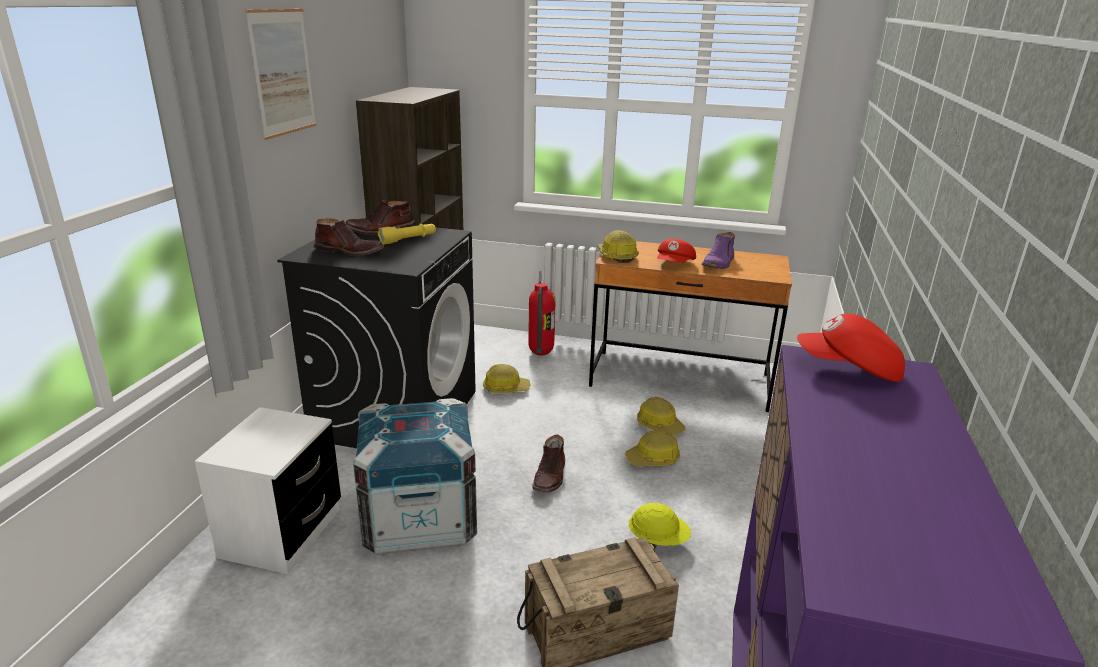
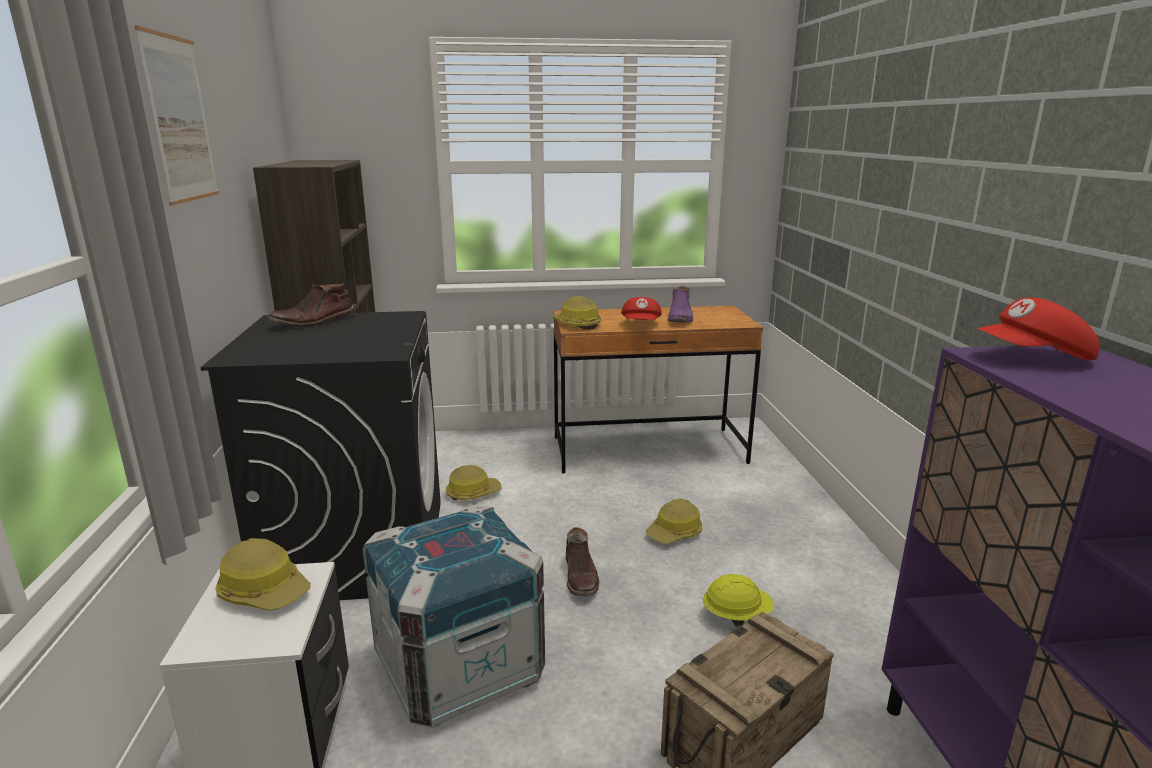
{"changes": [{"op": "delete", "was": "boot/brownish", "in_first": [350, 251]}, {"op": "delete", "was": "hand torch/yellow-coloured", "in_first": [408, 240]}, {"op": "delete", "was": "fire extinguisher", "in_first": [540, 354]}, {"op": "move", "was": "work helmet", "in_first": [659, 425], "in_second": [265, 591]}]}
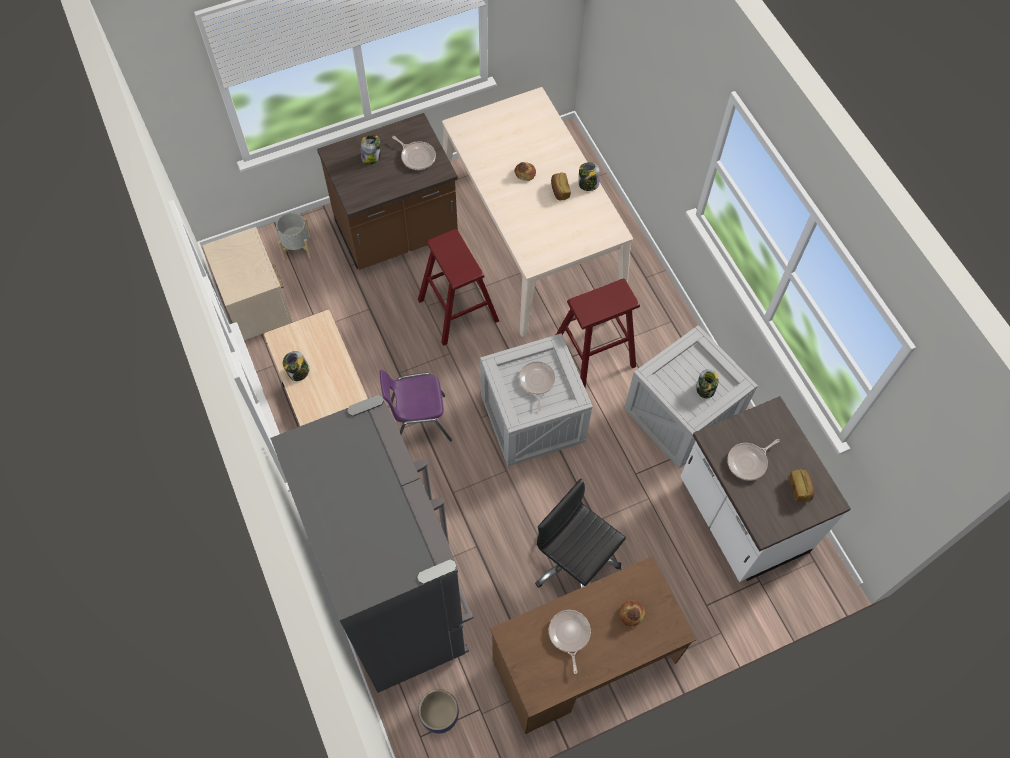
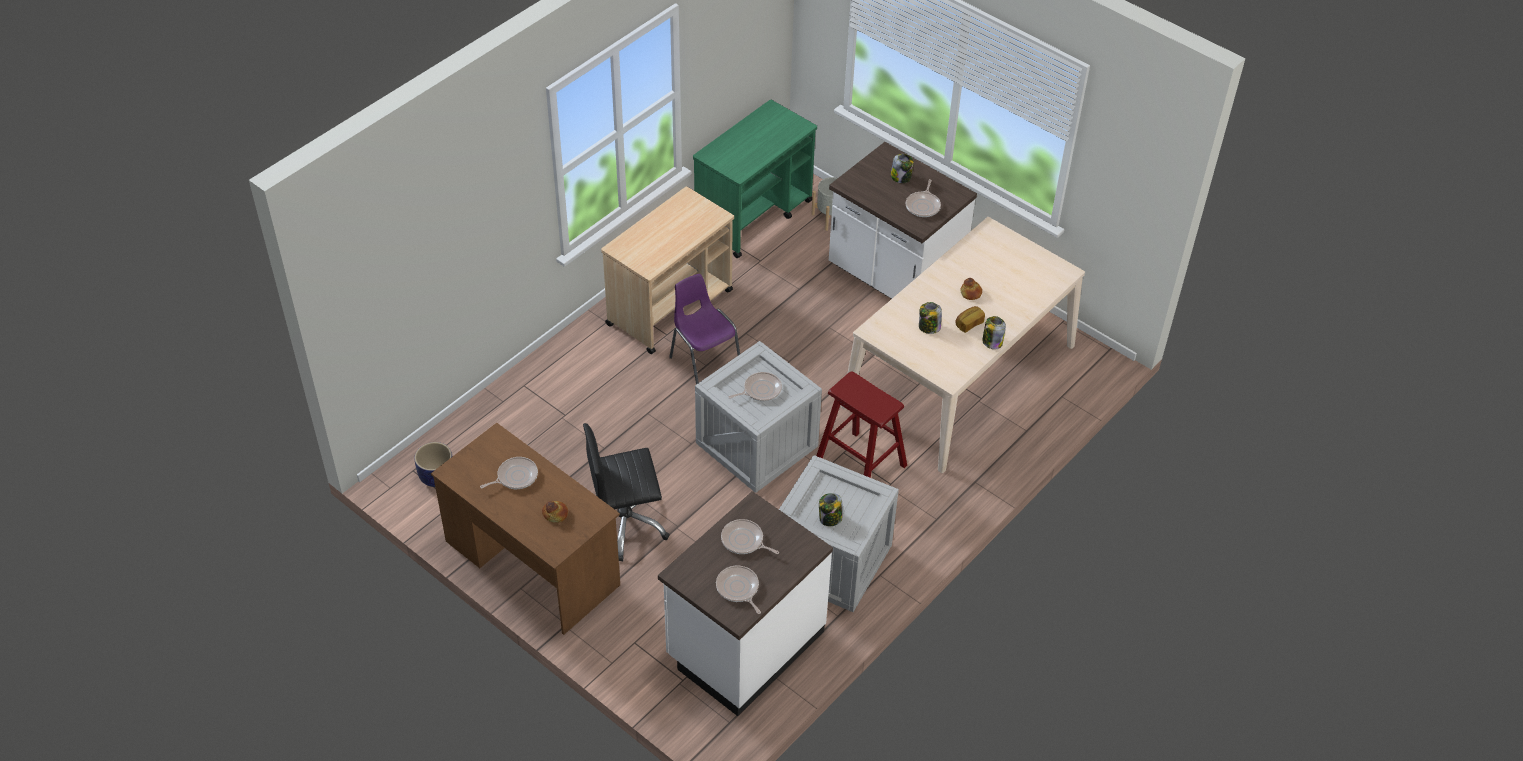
{"changes": [{"op": "replace", "was": "bedside table/beige", "now": "cart/greenish", "in_first": [258, 305], "in_second": [754, 216]}, {"op": "delete", "was": "refrigerator/gray", "in_first": [398, 599]}, {"op": "move", "was": "storage jar", "in_first": [298, 372], "in_second": [929, 327]}, {"op": "recolor", "was": "counter/brownish", "now": "counter/whitish", "in_first": [396, 233], "in_second": [893, 277]}, {"op": "delete", "was": "stool/red-coloured", "in_first": [458, 310]}, {"op": "rotate", "was": "office chair/black", "in_first": [574, 563], "in_second": [625, 524], "clockwise": -120}, {"op": "replace", "was": "baked bread", "now": "skillet", "in_first": [800, 488], "in_second": [738, 589]}]}
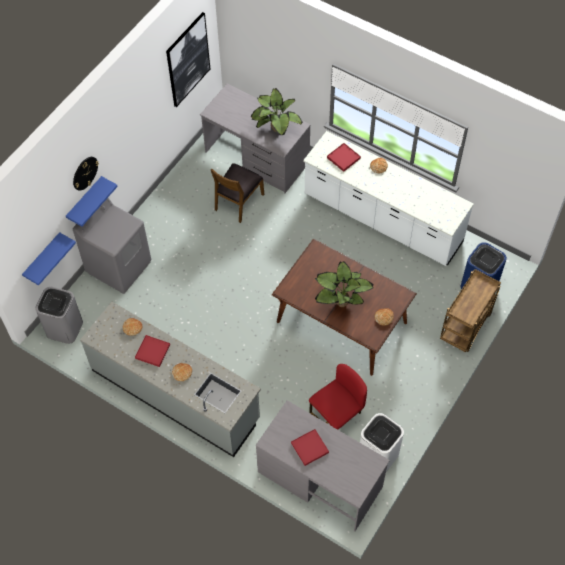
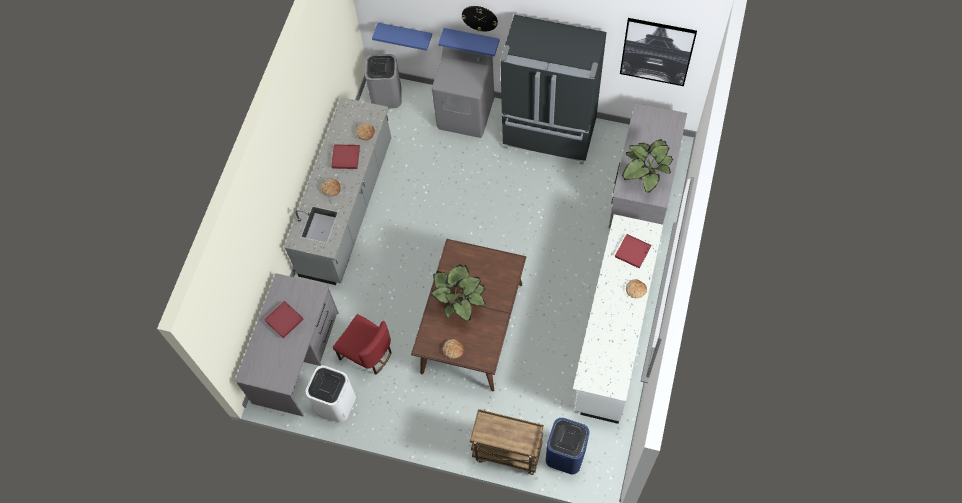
{"changes": [{"op": "delete", "was": "upright chair/brownish", "in_first": [238, 202]}, {"op": "insert", "now": "refrigerator/black", "in_second": [549, 135]}]}
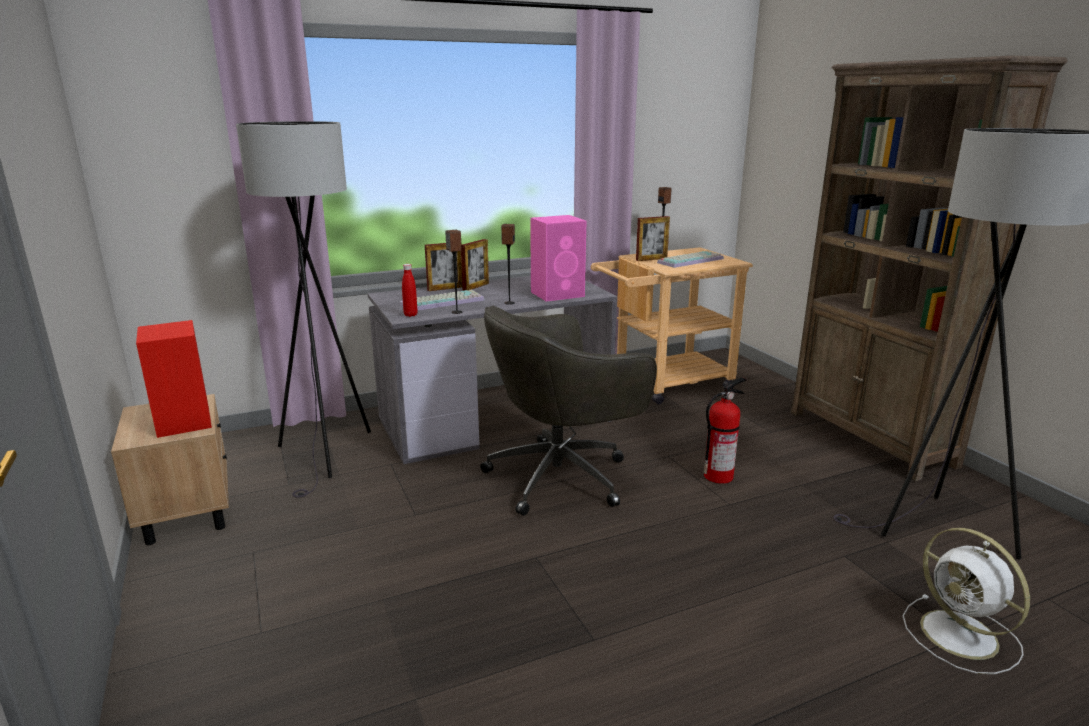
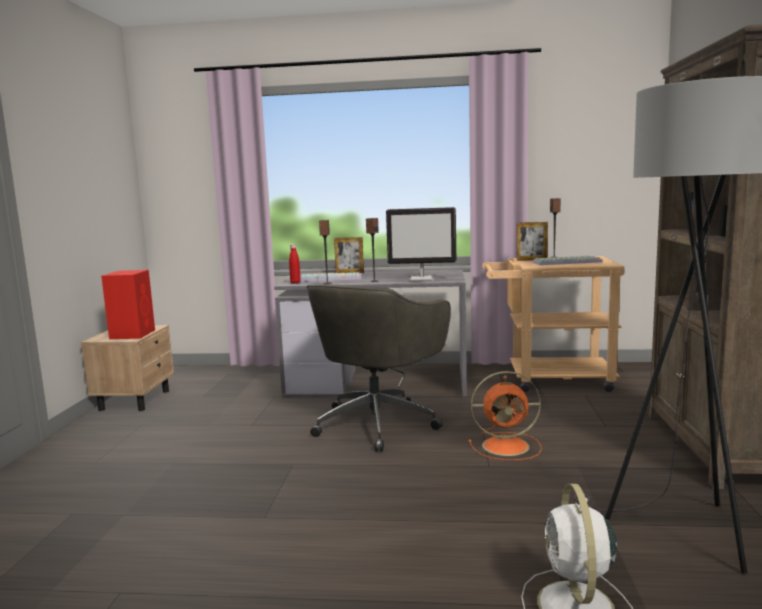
{"changes": [{"op": "delete", "was": "standing lamp/gray", "in_first": [328, 455]}, {"op": "delete", "was": "picture frame", "in_first": [475, 287]}, {"op": "rotate", "was": "office chair/gray", "in_first": [562, 476], "in_second": [378, 423], "clockwise": -60}, {"op": "replace", "was": "speaker/pink", "now": "computer display", "in_first": [558, 294], "in_second": [422, 279]}, {"op": "replace", "was": "fire extinguisher", "now": "fan/orange-coloured", "in_first": [718, 475], "in_second": [507, 446]}]}
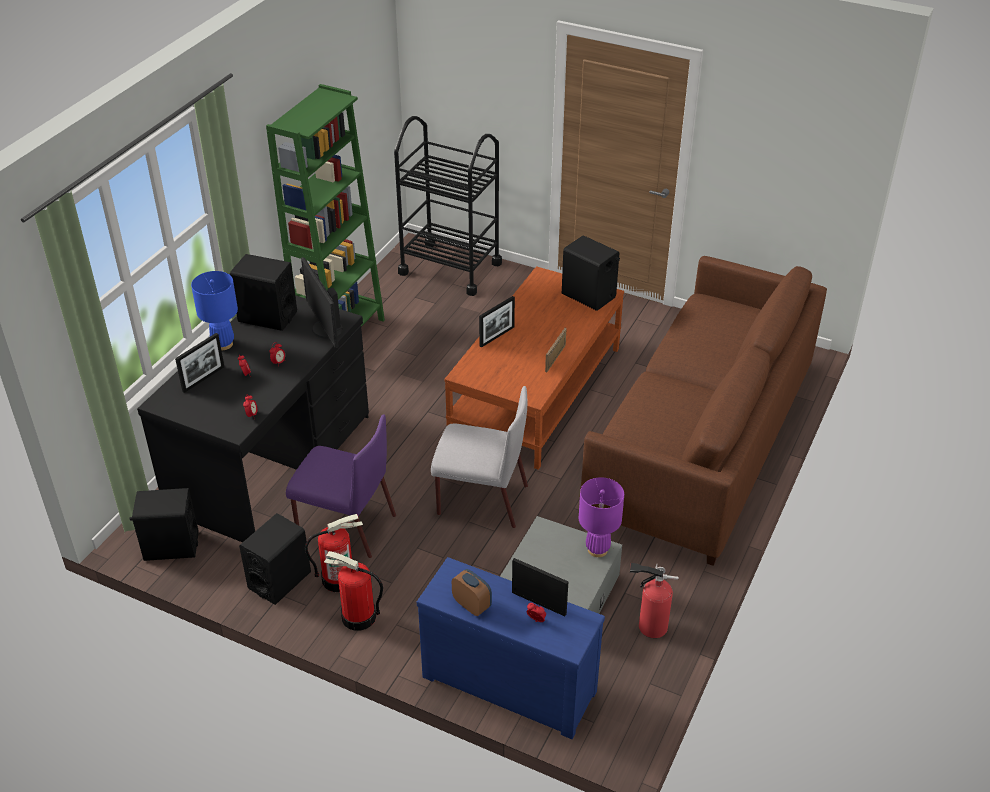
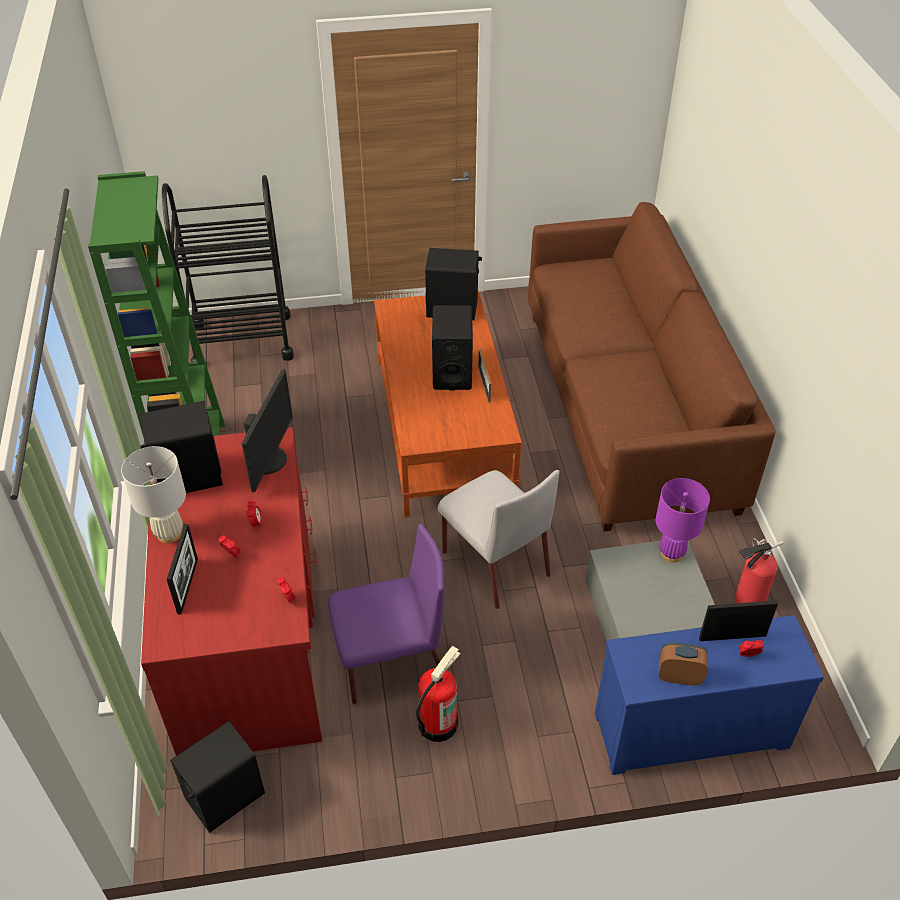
{"changes": [{"op": "recolor", "was": "desk table/black", "now": "desk table/red-coloured", "in_first": [272, 462], "in_second": [249, 637]}, {"op": "recolor", "was": "tabletop lamp/blue", "now": "tabletop lamp/whitish", "in_first": [223, 344], "in_second": [169, 533]}, {"op": "move", "was": "speaker/black", "in_first": [279, 580], "in_second": [452, 372]}, {"op": "rotate", "was": "computer display", "in_first": [326, 329], "in_second": [269, 460], "clockwise": -105}, {"op": "delete", "was": "fire extinguisher", "in_first": [358, 617]}, {"op": "rotate", "was": "upright chair/gray", "in_first": [481, 500], "in_second": [494, 562], "clockwise": 75}, {"op": "delete", "was": "picture frame", "in_first": [497, 336]}]}
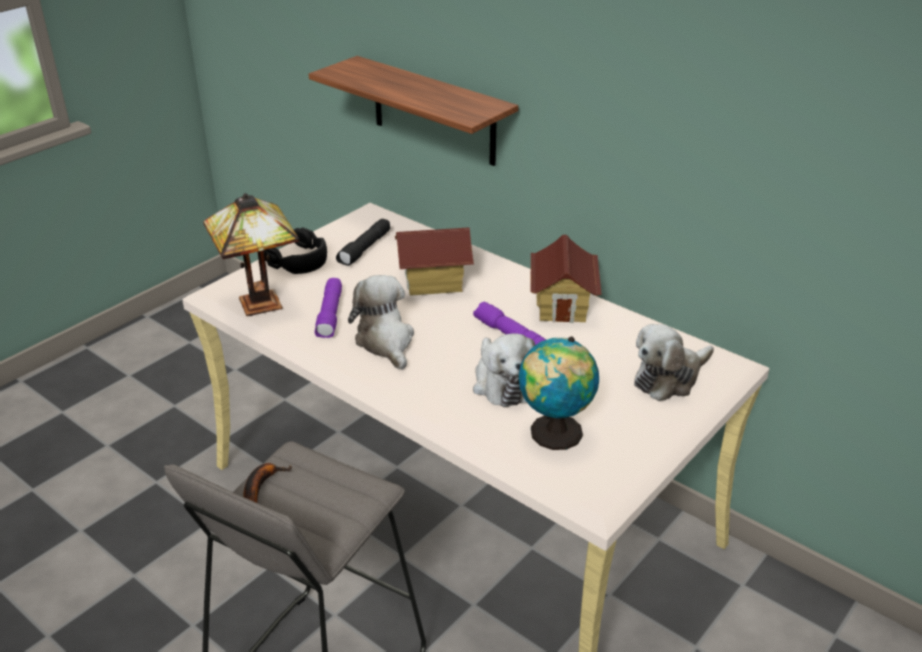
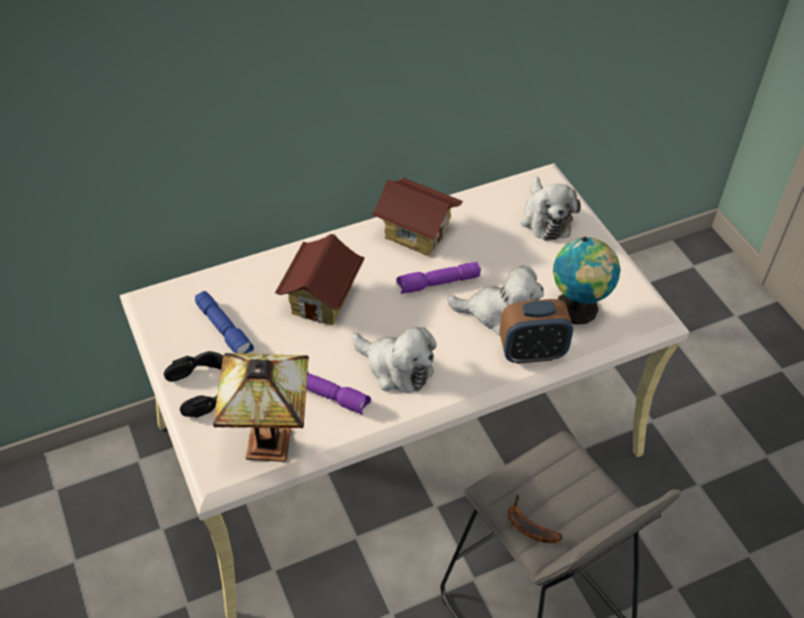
{"changes": [{"op": "delete", "was": "bracket shelf", "in_first": [433, 111]}, {"op": "recolor", "was": "hand torch/black", "now": "hand torch/blue", "in_first": [365, 249], "in_second": [225, 329]}, {"op": "rotate", "was": "soft toy", "in_first": [386, 342], "in_second": [396, 368], "clockwise": -150}, {"op": "insert", "now": "table clock", "in_second": [532, 352]}]}
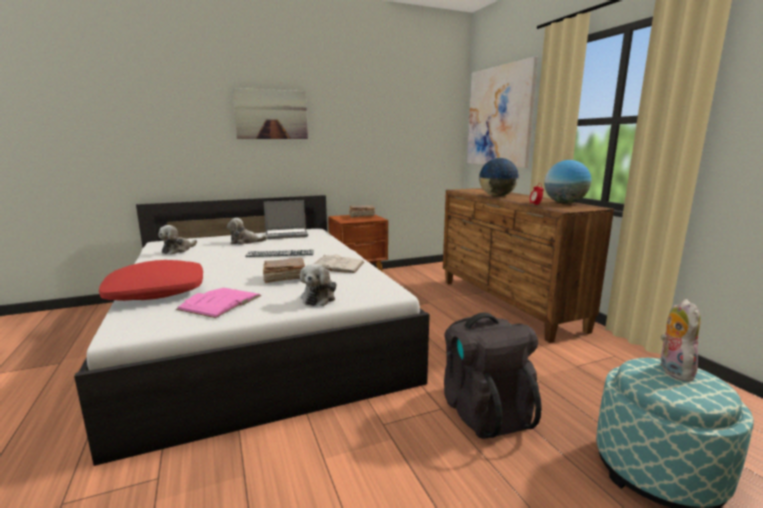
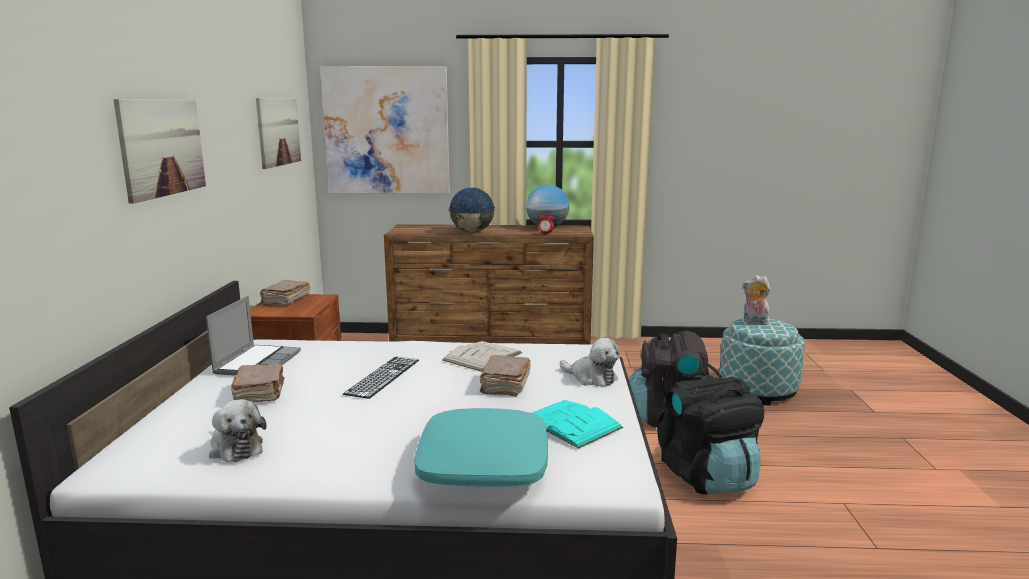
{"changes": [{"op": "recolor", "was": "pillow/red-coloured", "now": "pillow/blue-green", "in_first": [157, 291], "in_second": [482, 463]}, {"op": "recolor", "was": "volume/pink", "now": "volume/blue-green", "in_first": [220, 302], "in_second": [570, 423]}, {"op": "replace", "was": "soft toy", "now": "volume/brownish", "in_first": [245, 242], "in_second": [260, 393]}, {"op": "insert", "now": "wall art", "in_second": [278, 131]}, {"op": "insert", "now": "backpack/black", "in_second": [708, 477]}]}
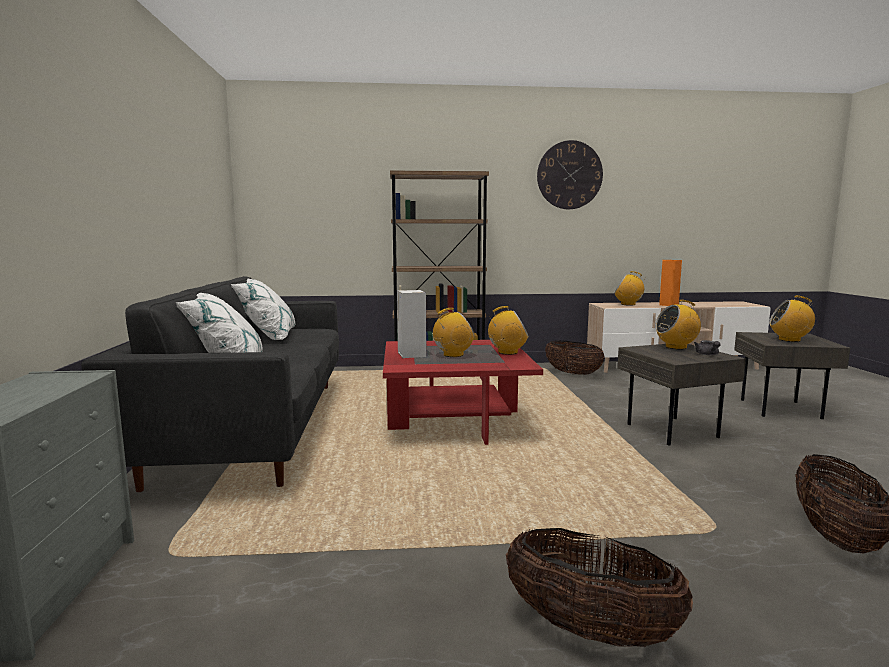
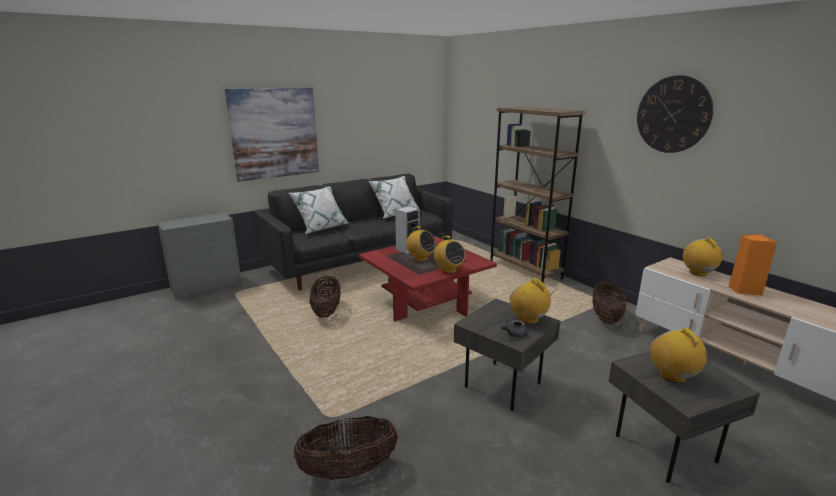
{"changes": [{"op": "move", "was": "household basket", "in_first": [590, 630], "in_second": [326, 311]}, {"op": "insert", "now": "wall art", "in_second": [275, 133]}]}
